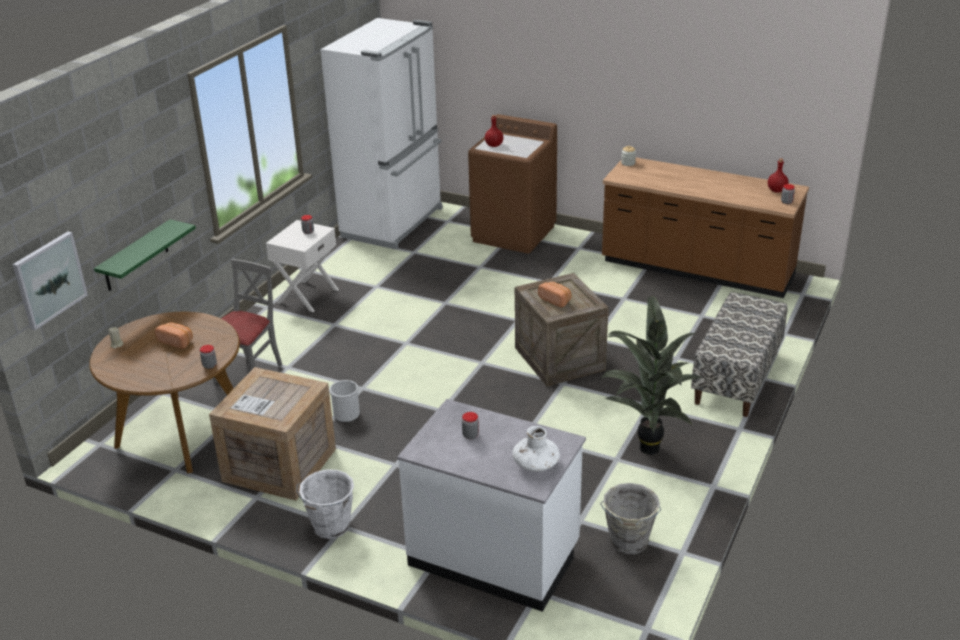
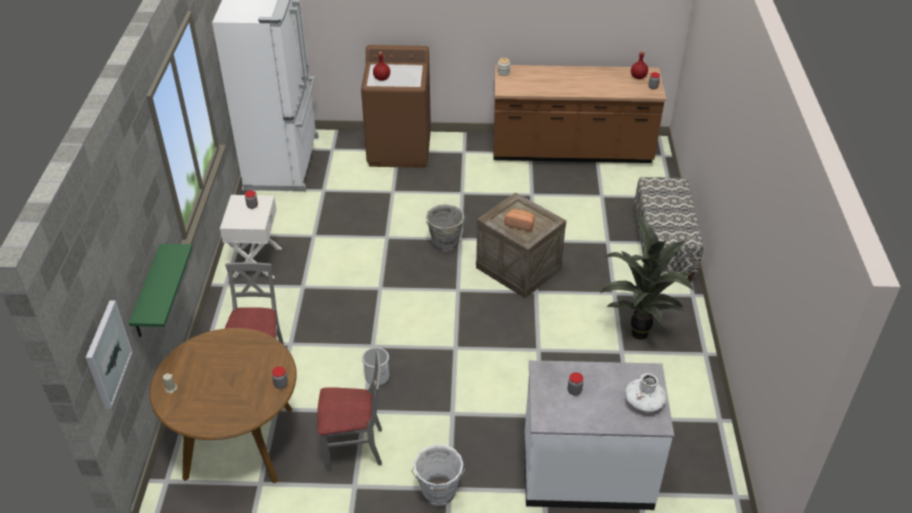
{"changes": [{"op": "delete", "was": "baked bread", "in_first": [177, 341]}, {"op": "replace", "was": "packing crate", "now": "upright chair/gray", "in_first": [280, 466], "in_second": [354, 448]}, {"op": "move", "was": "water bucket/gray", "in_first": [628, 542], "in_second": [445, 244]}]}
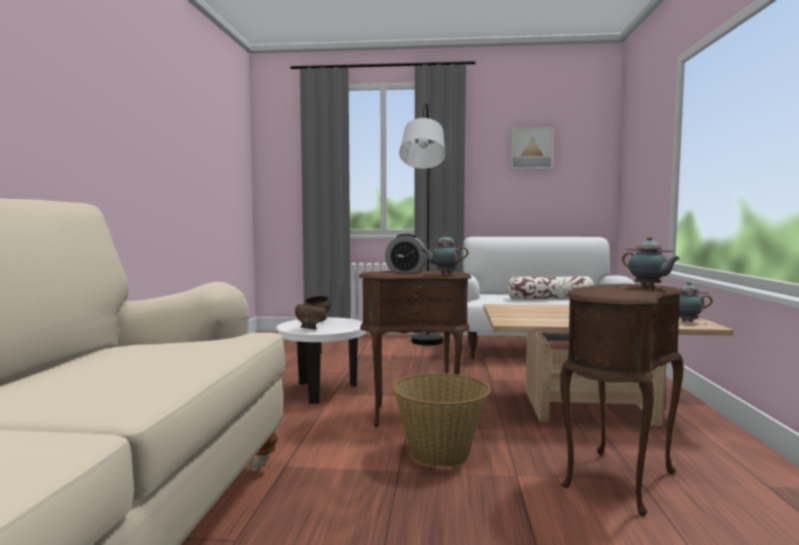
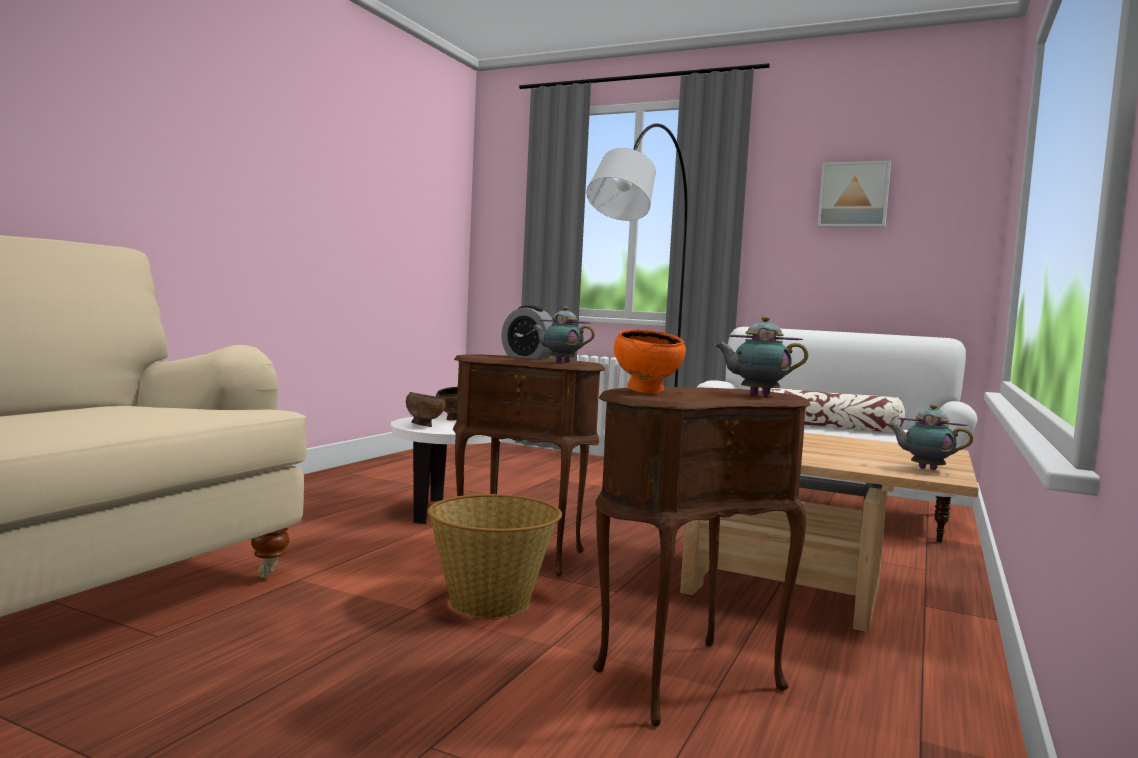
{"changes": [{"op": "rotate", "was": "teapot", "in_first": [648, 287], "in_second": [756, 394], "clockwise": 105}, {"op": "insert", "now": "serving bowl/orange-coloured", "in_second": [648, 392]}]}
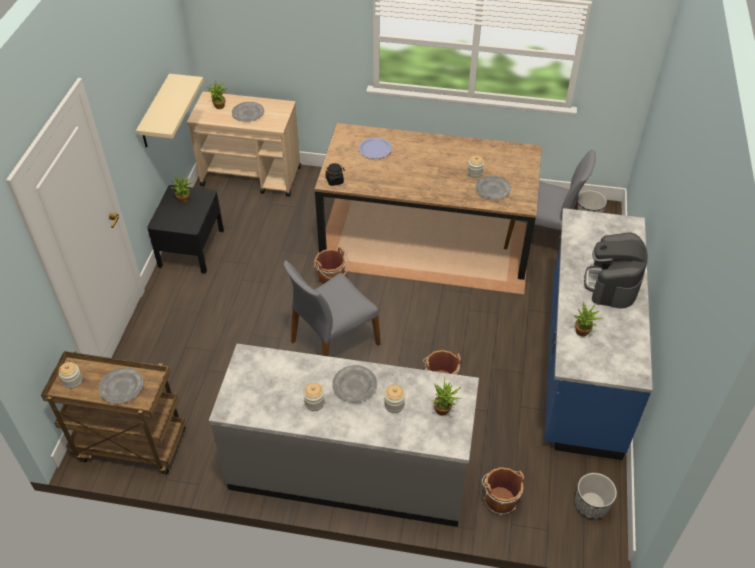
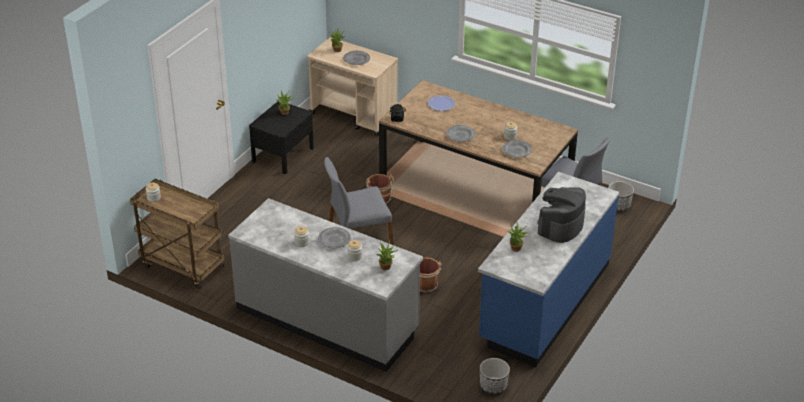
{"changes": [{"op": "move", "was": "dinner plate/gray", "in_first": [121, 387], "in_second": [460, 135]}, {"op": "delete", "was": "bracket shelf/beige", "in_first": [155, 112]}, {"op": "delete", "was": "water bucket/brownish", "in_first": [499, 500]}]}
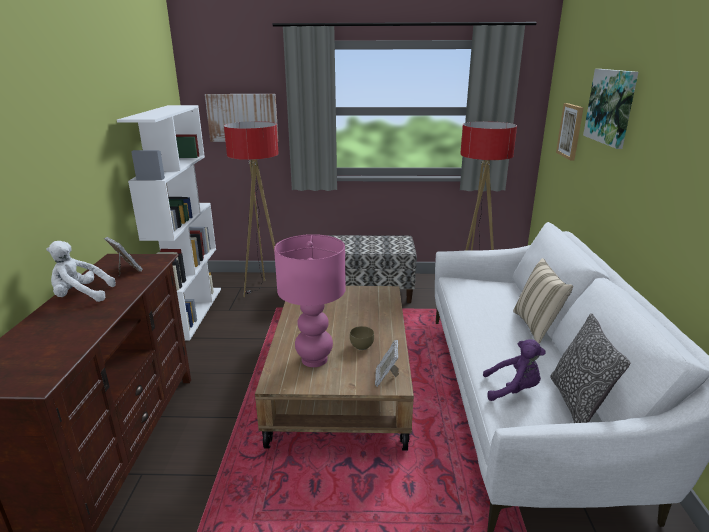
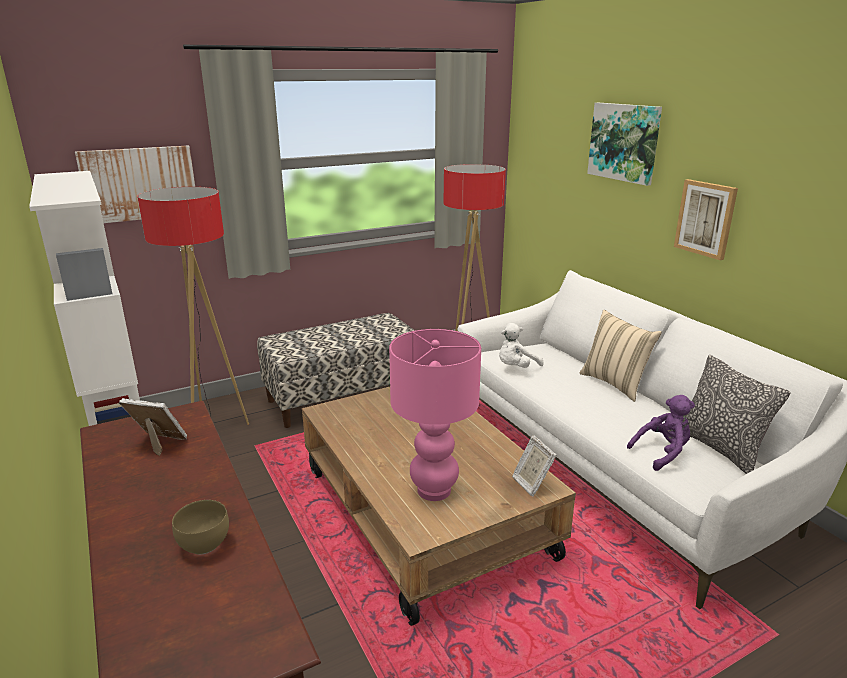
{"changes": [{"op": "move", "was": "soft toy/whitish", "in_first": [81, 296], "in_second": [516, 367]}, {"op": "move", "was": "serving bowl/brownish", "in_first": [362, 347], "in_second": [205, 545]}, {"op": "move", "was": "wall art", "in_first": [570, 131], "in_second": [705, 218]}]}
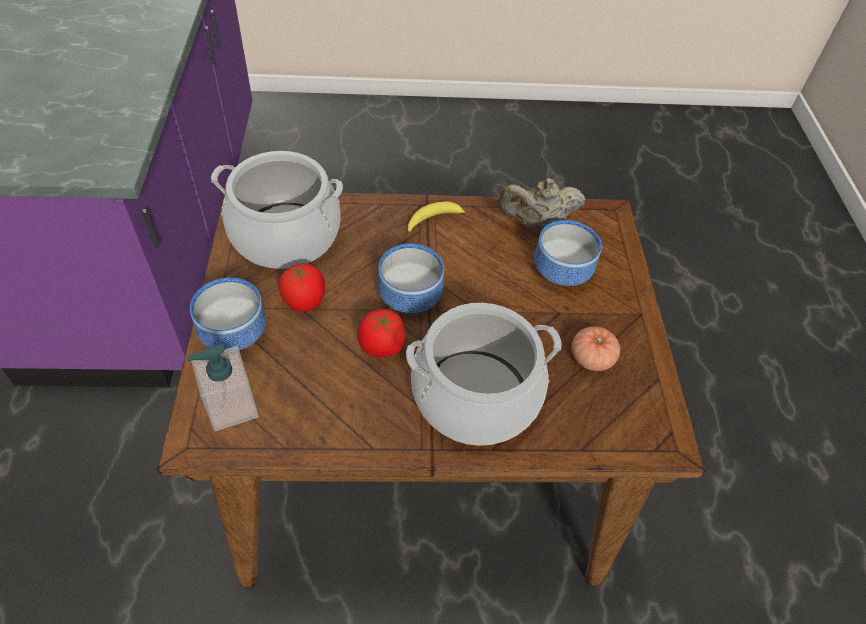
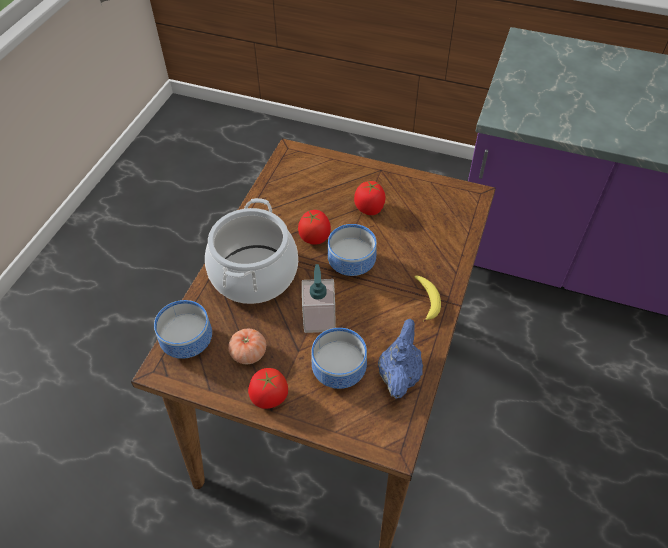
{"changes": [{"op": "move", "was": "liquid soap bottle", "in_first": [231, 406], "in_second": [319, 319]}, {"op": "move", "was": "serving bowl", "in_first": [236, 335], "in_second": [185, 343]}, {"op": "delete", "was": "cooking pot", "in_first": [285, 235]}, {"op": "recolor", "was": "teapot/beige", "now": "teapot/blue", "in_first": [536, 225], "in_second": [399, 374]}, {"op": "insert", "now": "tomato", "in_second": [269, 398]}]}
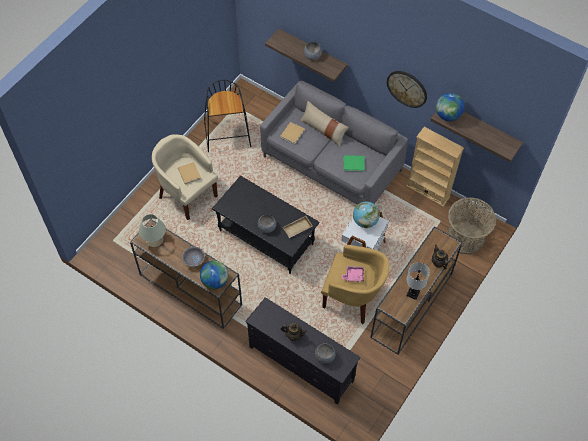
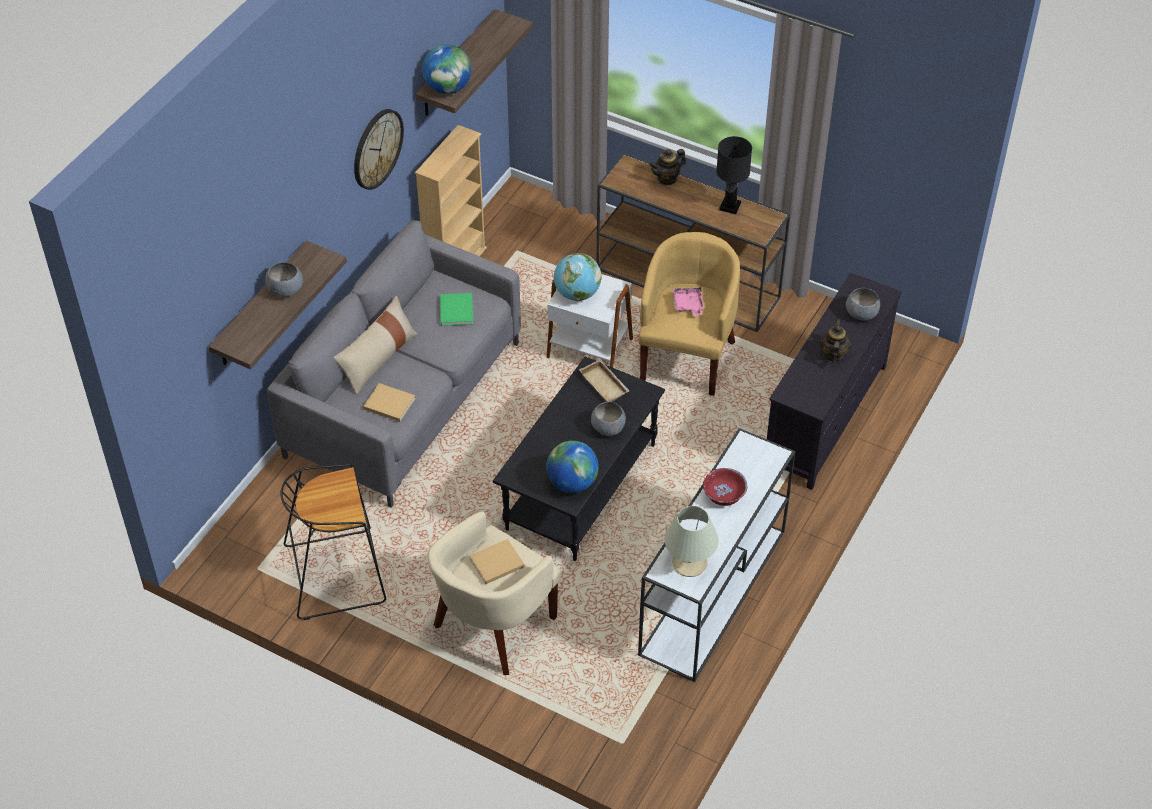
{"changes": [{"op": "recolor", "was": "console table/brownish", "now": "console table/whitish", "in_first": [189, 289], "in_second": [712, 594]}, {"op": "recolor", "was": "serving bowl/gray", "now": "serving bowl/red-coloured", "in_first": [194, 260], "in_second": [724, 495]}, {"op": "move", "was": "world globe", "in_first": [215, 281], "in_second": [572, 483]}, {"op": "recolor", "was": "tabletop lamp/whitish", "now": "tabletop lamp/black", "in_first": [413, 293], "in_second": [730, 206]}, {"op": "delete", "was": "household basket", "in_first": [465, 237]}]}
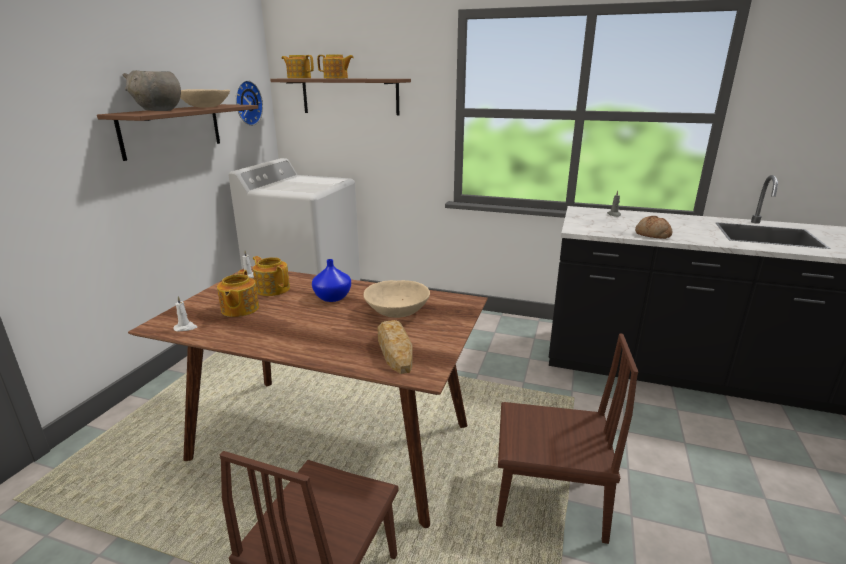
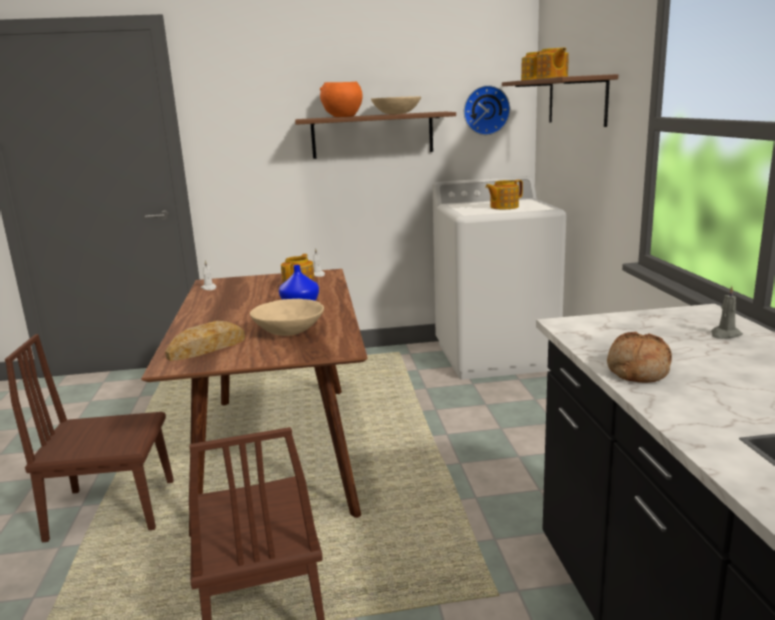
{"changes": [{"op": "recolor", "was": "serving bowl/gray", "now": "serving bowl/orange-coloured", "in_first": [158, 110], "in_second": [342, 116]}, {"op": "move", "was": "teapot", "in_first": [239, 309], "in_second": [503, 207]}]}
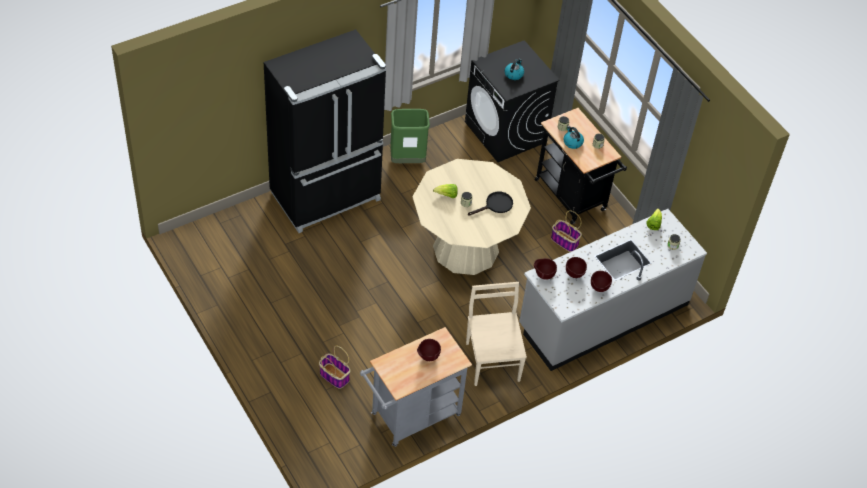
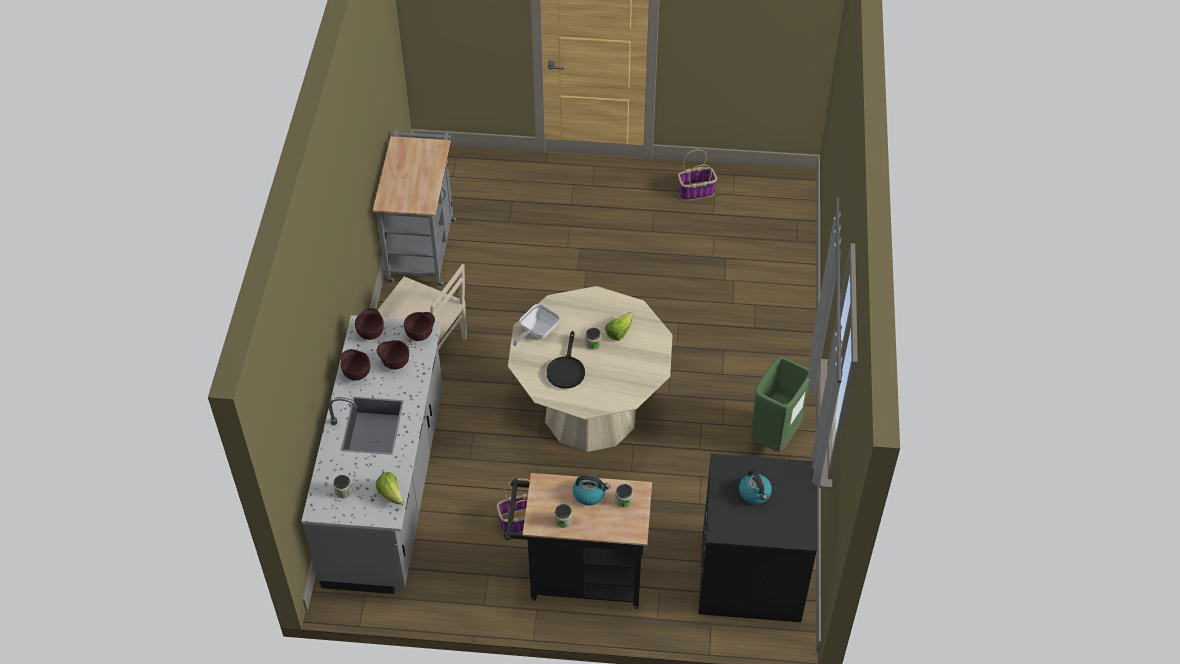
{"changes": [{"op": "delete", "was": "refrigerator/black", "in_first": [327, 197]}, {"op": "move", "was": "household basket", "in_first": [334, 376], "in_second": [696, 191]}, {"op": "move", "was": "serving bowl/brownish", "in_first": [427, 357], "in_second": [371, 333]}, {"op": "insert", "now": "skillet", "in_second": [537, 332]}]}
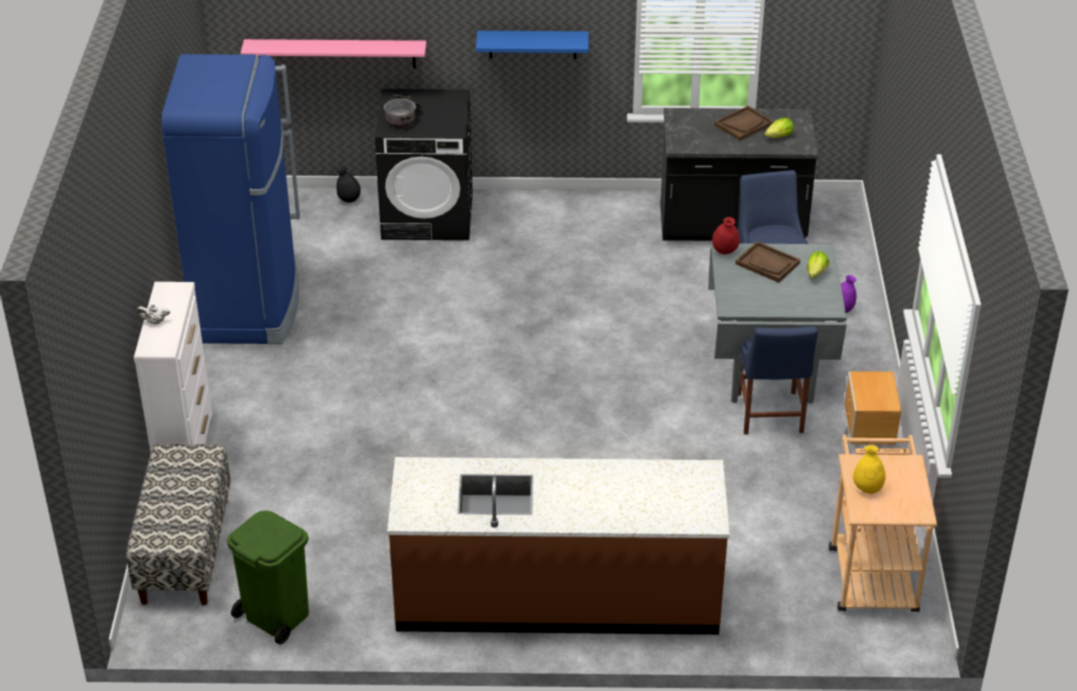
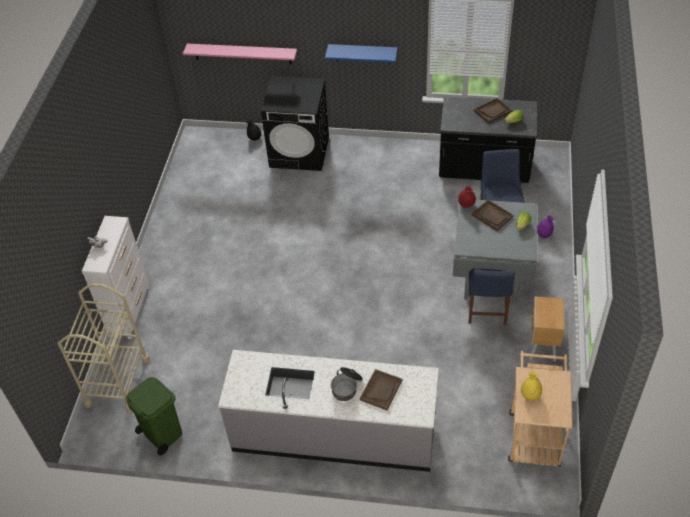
{"changes": [{"op": "replace", "was": "indoor bench", "now": "cart/beige", "in_first": [185, 550], "in_second": [117, 381]}, {"op": "delete", "was": "refrigerator/blue", "in_first": [248, 307]}, {"op": "move", "was": "cooking pot", "in_first": [403, 117], "in_second": [347, 387]}, {"op": "recolor", "was": "counter/brownish", "now": "counter/gray", "in_first": [557, 595], "in_second": [334, 433]}, {"op": "insert", "now": "tray/brownish", "in_second": [381, 390]}]}
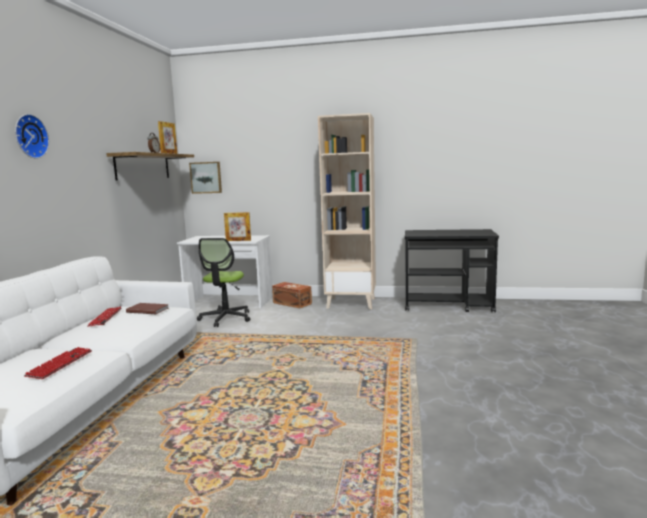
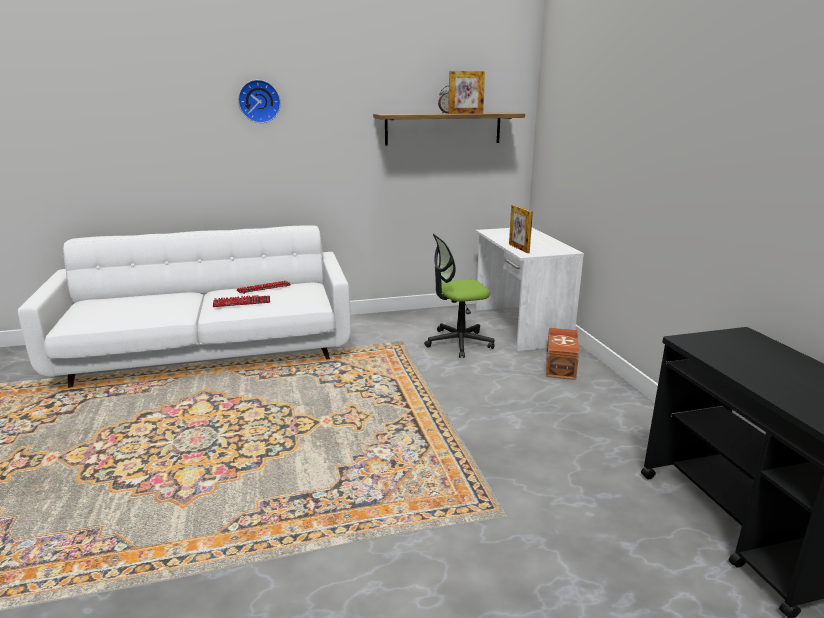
{"changes": [{"op": "move", "was": "keyboard", "in_first": [60, 364], "in_second": [242, 302]}, {"op": "delete", "was": "volume/brownish", "in_first": [148, 310]}, {"op": "delete", "was": "wall art", "in_first": [206, 177]}, {"op": "delete", "was": "bookcase/beige", "in_first": [351, 303]}]}
